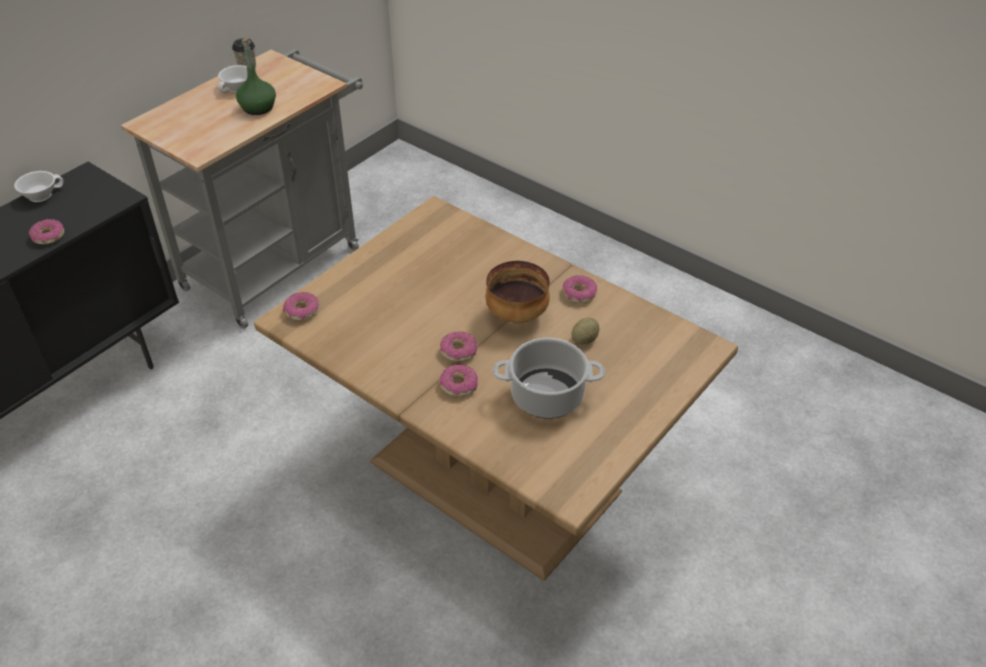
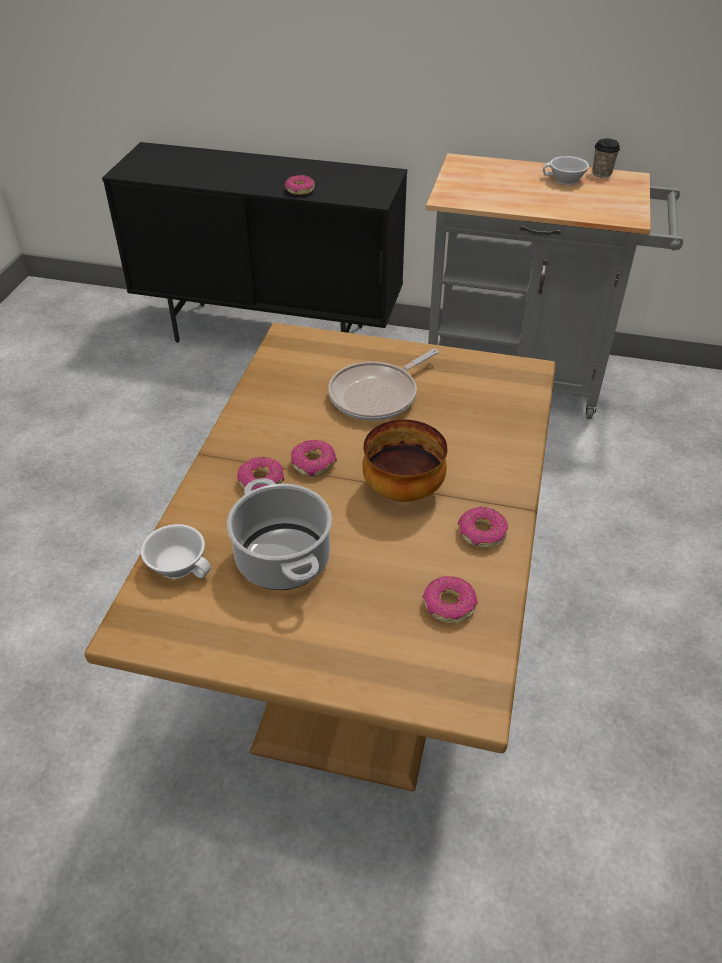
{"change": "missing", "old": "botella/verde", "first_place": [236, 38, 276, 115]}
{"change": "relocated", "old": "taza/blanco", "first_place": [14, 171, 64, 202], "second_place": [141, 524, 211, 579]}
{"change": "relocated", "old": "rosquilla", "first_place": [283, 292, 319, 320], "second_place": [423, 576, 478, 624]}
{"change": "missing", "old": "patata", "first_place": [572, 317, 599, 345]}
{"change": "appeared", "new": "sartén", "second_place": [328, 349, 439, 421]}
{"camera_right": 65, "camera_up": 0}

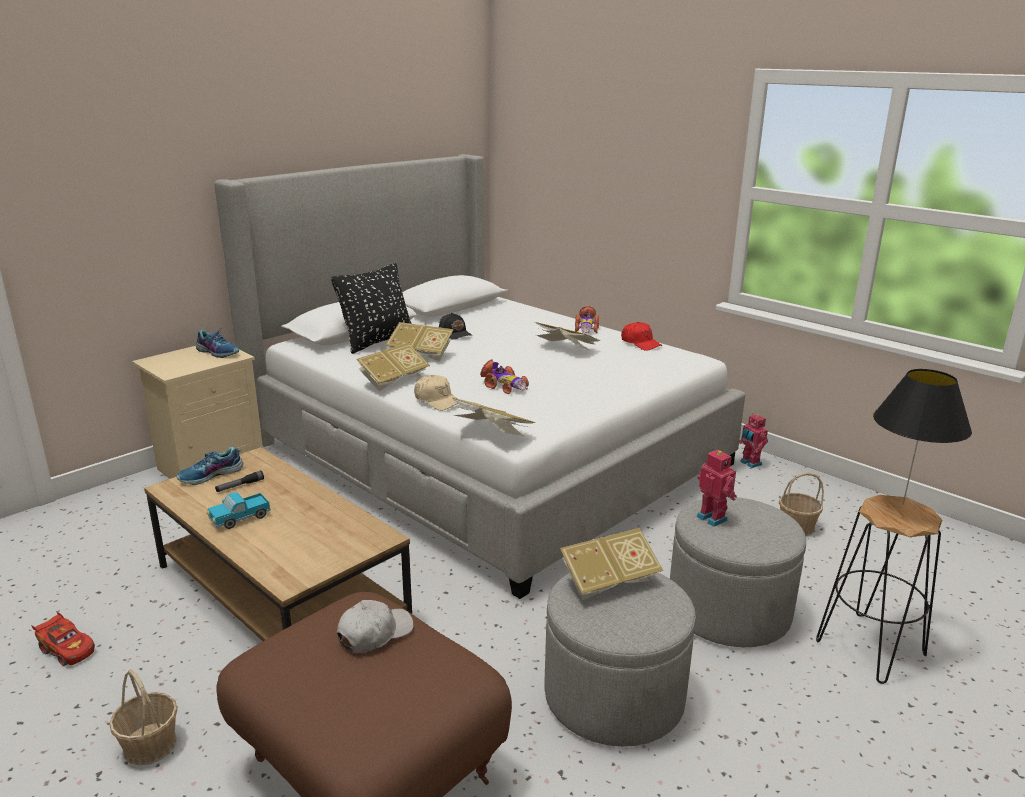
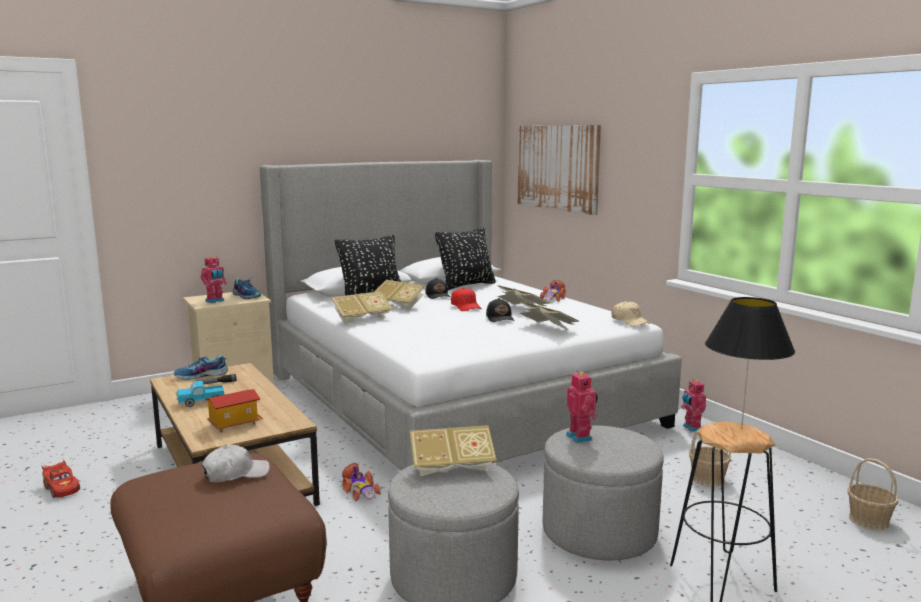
{"change": "relocated", "old": "gorra/rojo", "first_place": [621, 322, 662, 351], "second_place": [451, 288, 482, 311]}
{"change": "relocated", "old": "coche de juguete", "first_place": [480, 359, 529, 394], "second_place": [342, 463, 381, 501]}
{"change": "relocated", "old": "gorra/beis", "first_place": [414, 375, 458, 411], "second_place": [612, 301, 650, 327]}
{"change": "relocated", "old": "libro", "first_place": [452, 398, 535, 436], "second_place": [519, 301, 580, 331]}
{"change": "relocated", "old": "cesta", "first_place": [109, 669, 178, 765], "second_place": [847, 458, 898, 531]}
{"change": "appeared", "new": "cuadro", "second_place": [517, 125, 601, 215]}
{"change": "appeared", "new": "cojín/negro", "second_place": [435, 228, 496, 290]}
{"change": "appeared", "new": "robot de juguete", "second_place": [201, 256, 227, 303]}
{"change": "appeared", "new": "gorra/negro", "second_place": [486, 298, 515, 322]}
{"change": "appeared", "new": "casita", "second_place": [205, 389, 263, 433]}
{"camera_right": 15, "camera_up": -10}

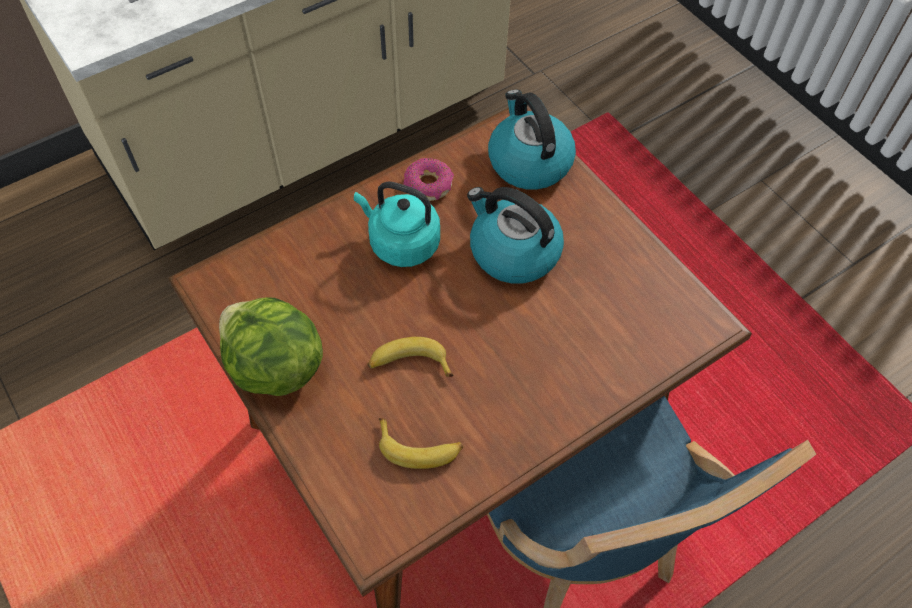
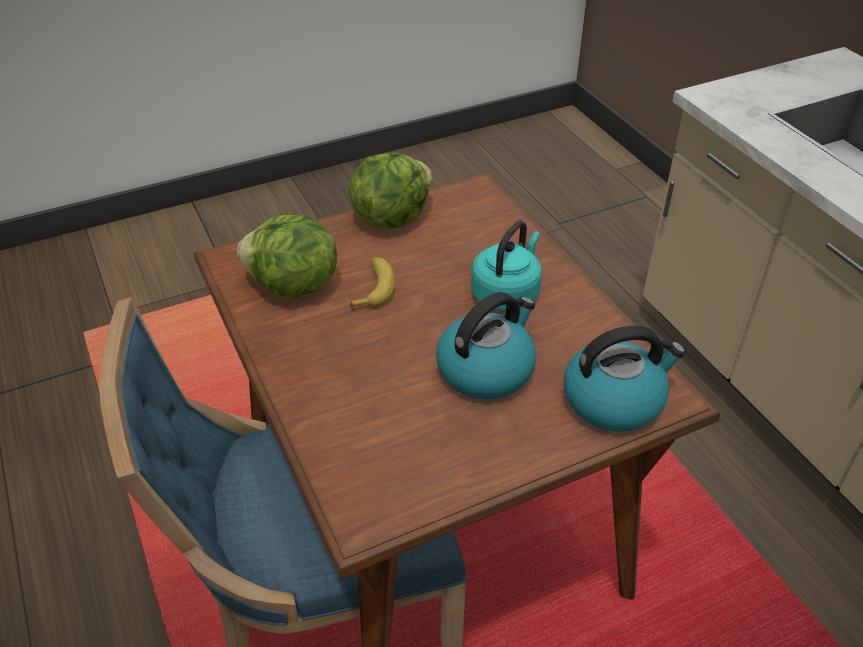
{"change": "missing", "old": "rosquilla", "first_place": [404, 158, 454, 201]}
{"change": "exchanged", "old": "plátano", "new": "lechuga", "first_place": [379, 418, 463, 469], "second_place": [237, 214, 337, 298]}
{"camera_right": 100, "camera_up": -15}

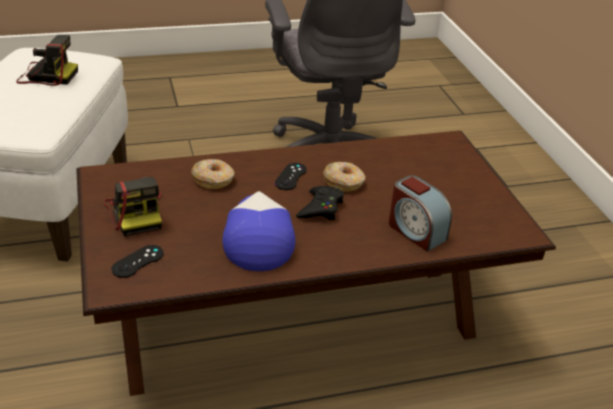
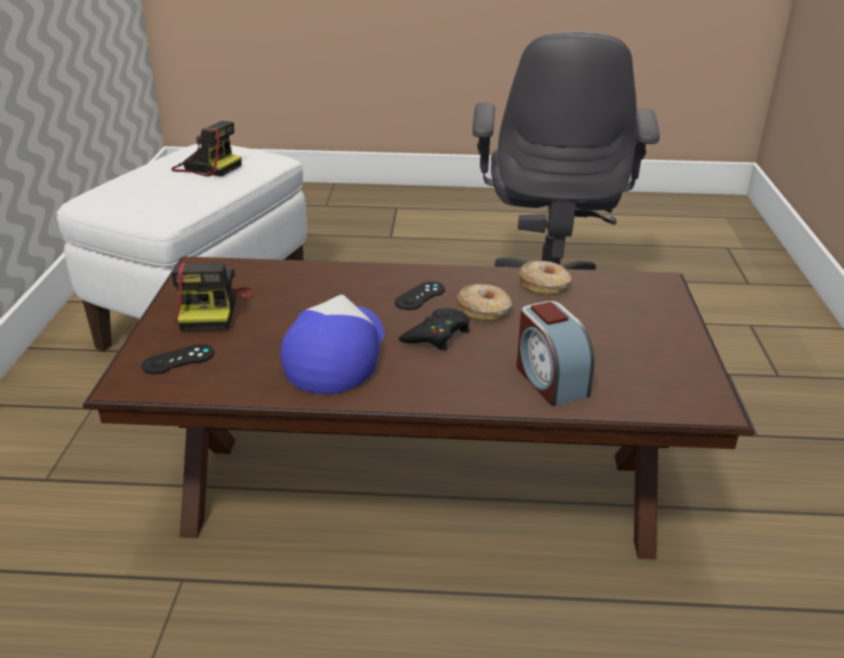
{"change": "relocated", "old": "rosquilla", "first_place": [191, 159, 235, 189], "second_place": [519, 261, 572, 296]}
{"camera_right": 20, "camera_up": -5}

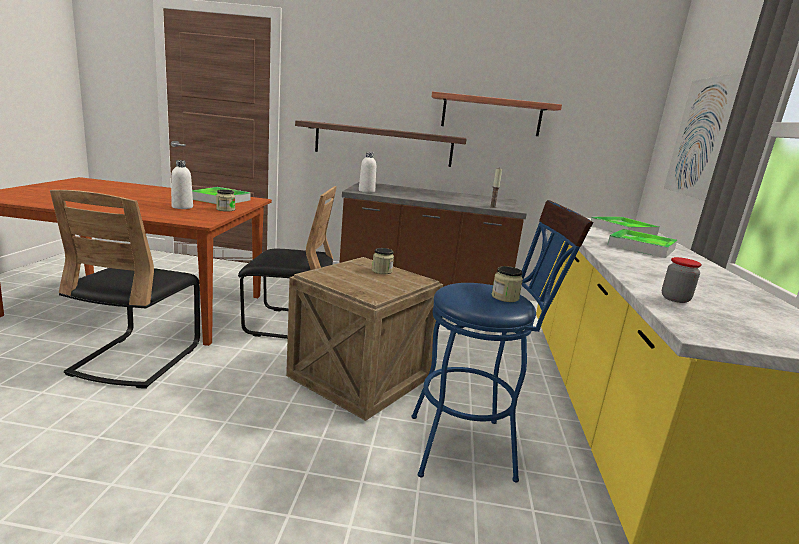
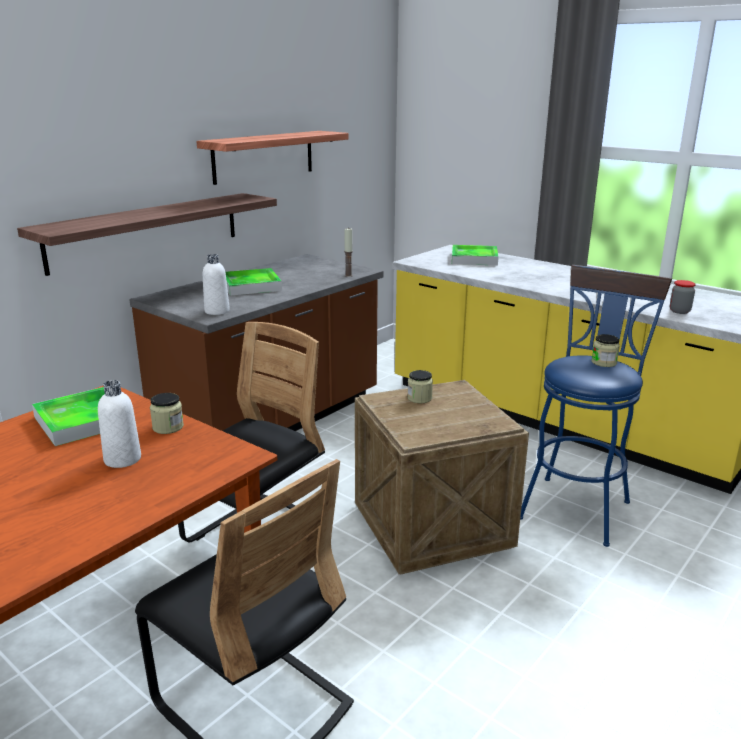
{"change": "missing", "old": "cuadro", "first_place": [664, 72, 743, 201]}
{"change": "relocated", "old": "bandeja", "first_place": [608, 229, 677, 258], "second_place": [226, 268, 282, 296]}
{"camera_right": -55, "camera_up": 5}

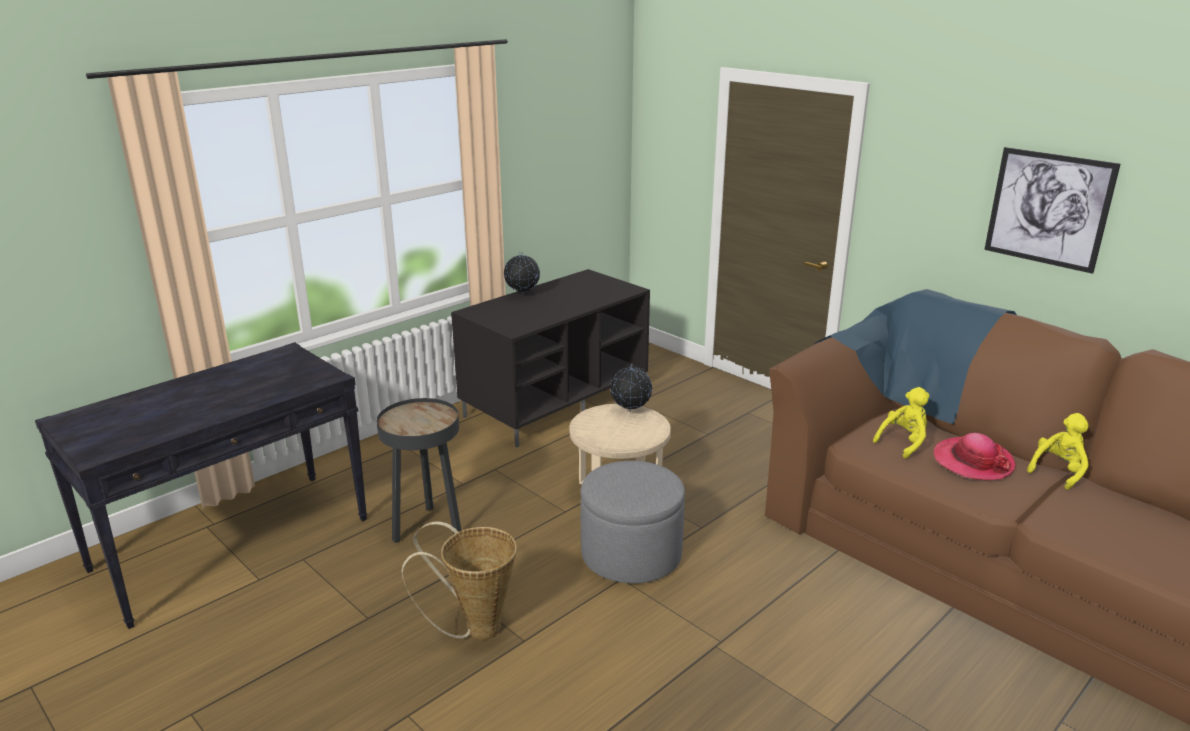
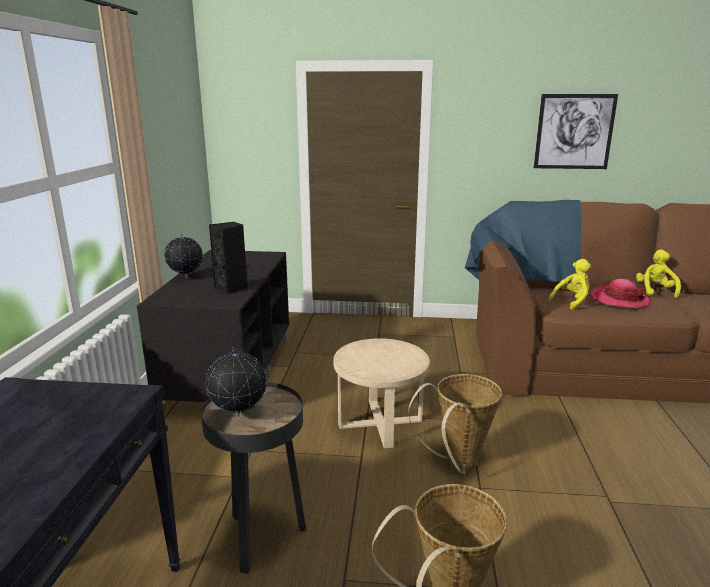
{"change": "relocated", "old": "globo terráqueo", "first_place": [610, 363, 652, 413], "second_place": [205, 347, 267, 417]}
{"change": "spun", "old": "peluche/amarillo", "first_place": [873, 387, 930, 459], "second_place": [548, 259, 591, 310], "degrees": 45}
{"change": "exchanged", "old": "puf/gris", "new": "cesta", "first_place": [581, 461, 685, 583], "second_place": [408, 374, 502, 474]}
{"change": "appeared", "new": "altavoz/negro", "second_place": [209, 222, 248, 295]}
{"camera_right": -40, "camera_up": -5}

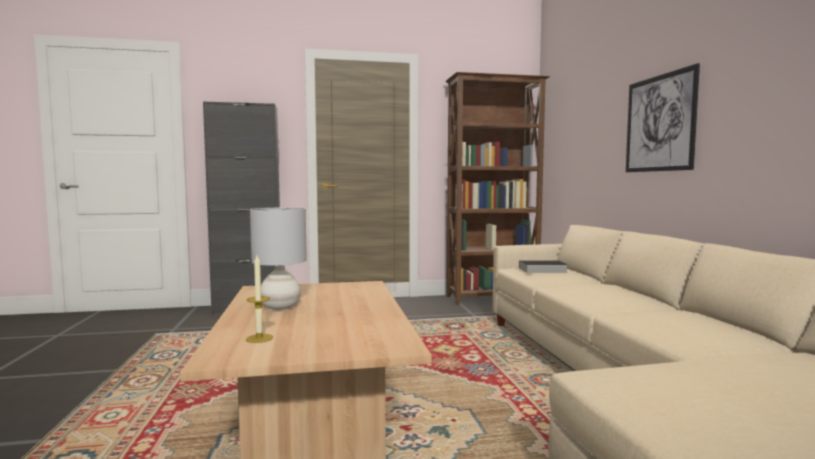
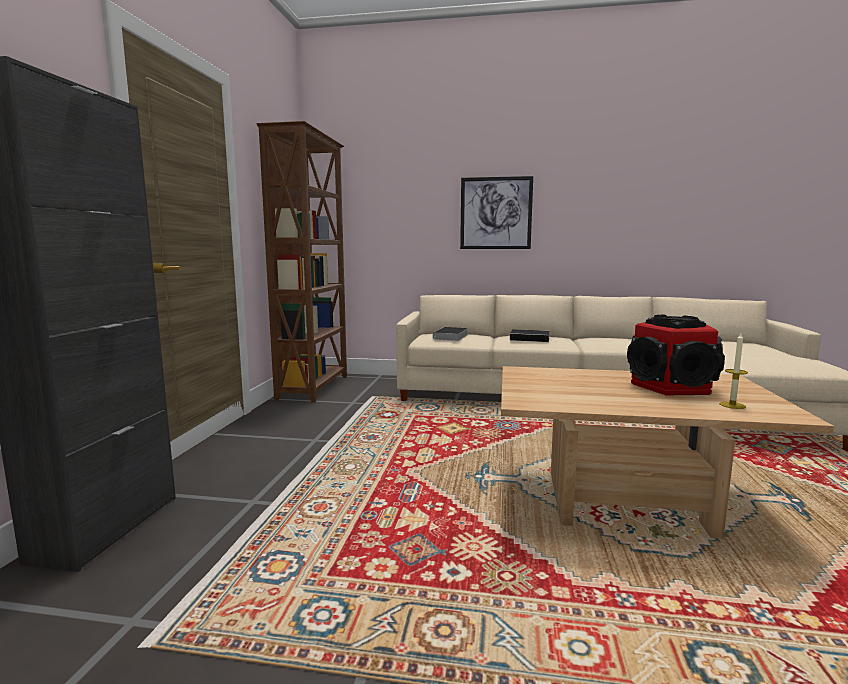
{"change": "missing", "old": "lámpara de mesa/gris", "first_place": [250, 208, 307, 310]}
{"change": "appeared", "new": "altavoz", "second_place": [627, 315, 725, 395]}
{"change": "appeared", "new": "libro", "second_place": [510, 329, 556, 342]}
{"camera_right": -70, "camera_up": 5}

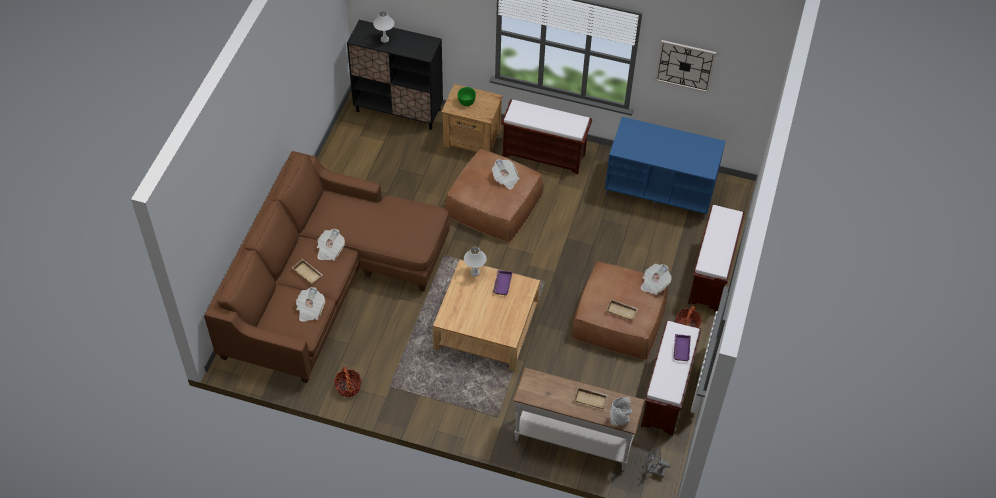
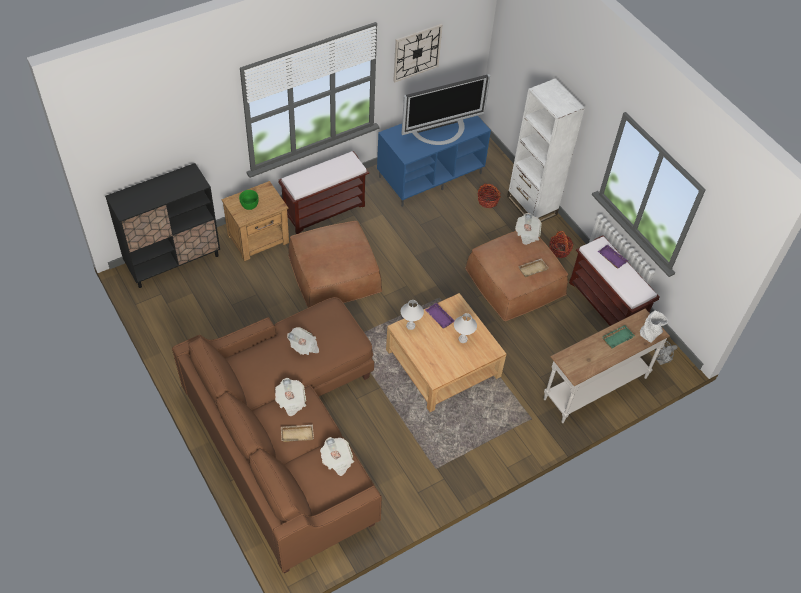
{"change": "relocated", "old": "lámpara de mesa/blanco", "first_place": [373, 11, 394, 43], "second_place": [454, 313, 477, 343]}
{"change": "relocated", "old": "periódico", "first_place": [492, 159, 520, 190], "second_place": [287, 327, 319, 355]}
{"change": "exchanged", "old": "banco/marrón", "new": "estantería/blanco", "first_place": [688, 205, 745, 311], "second_place": [507, 78, 585, 222]}
{"change": "relocated", "old": "cesta", "first_place": [334, 367, 362, 397], "second_place": [478, 183, 501, 208]}
{"change": "colour", "old": "bandeja/beis", "new": "bandeja/verde", "first_place": [574, 387, 608, 409], "second_place": [602, 325, 635, 349]}
{"change": "appeared", "new": "televisor", "second_place": [402, 74, 490, 145]}
{"camera_right": -50, "camera_up": 0}

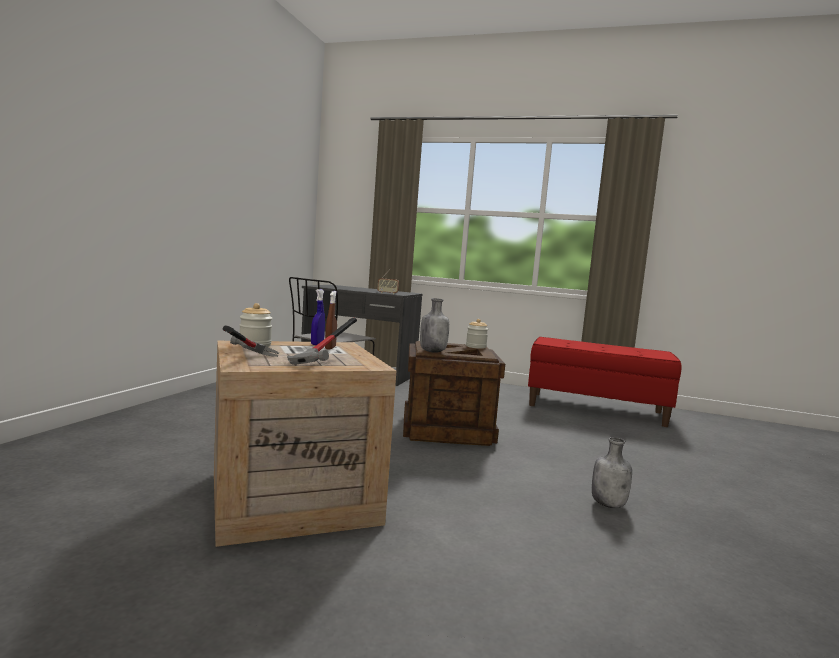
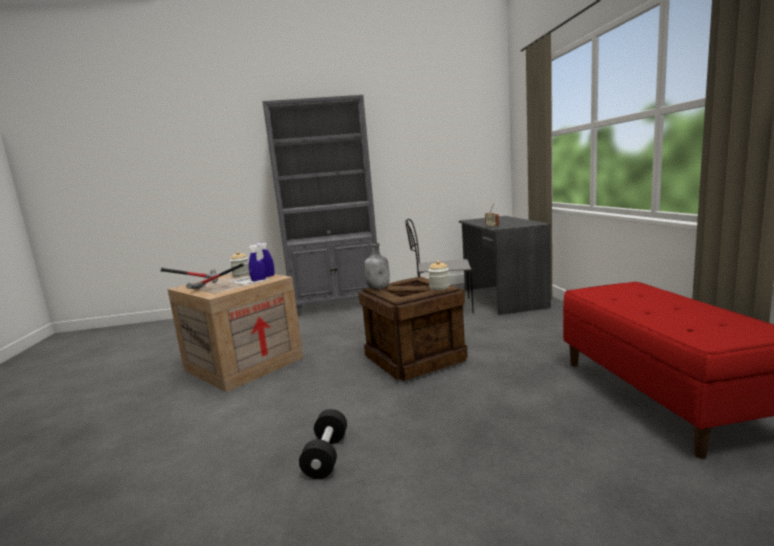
{"change": "colour", "old": "pulverizador/marrón", "new": "pulverizador/azul", "first_place": [325, 291, 337, 350], "second_place": [249, 244, 266, 281]}
{"change": "exchanged", "old": "botella/gris", "new": "mancuerna/negro", "first_place": [592, 437, 632, 508], "second_place": [299, 409, 347, 479]}
{"change": "appeared", "new": "estantería/gris", "second_place": [262, 95, 377, 316]}
{"camera_right": 65, "camera_up": 5}

